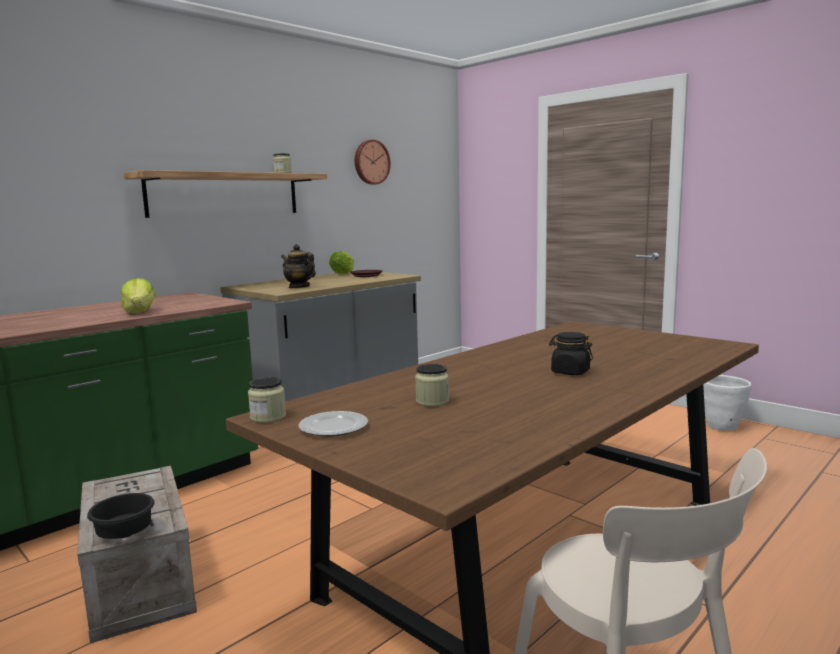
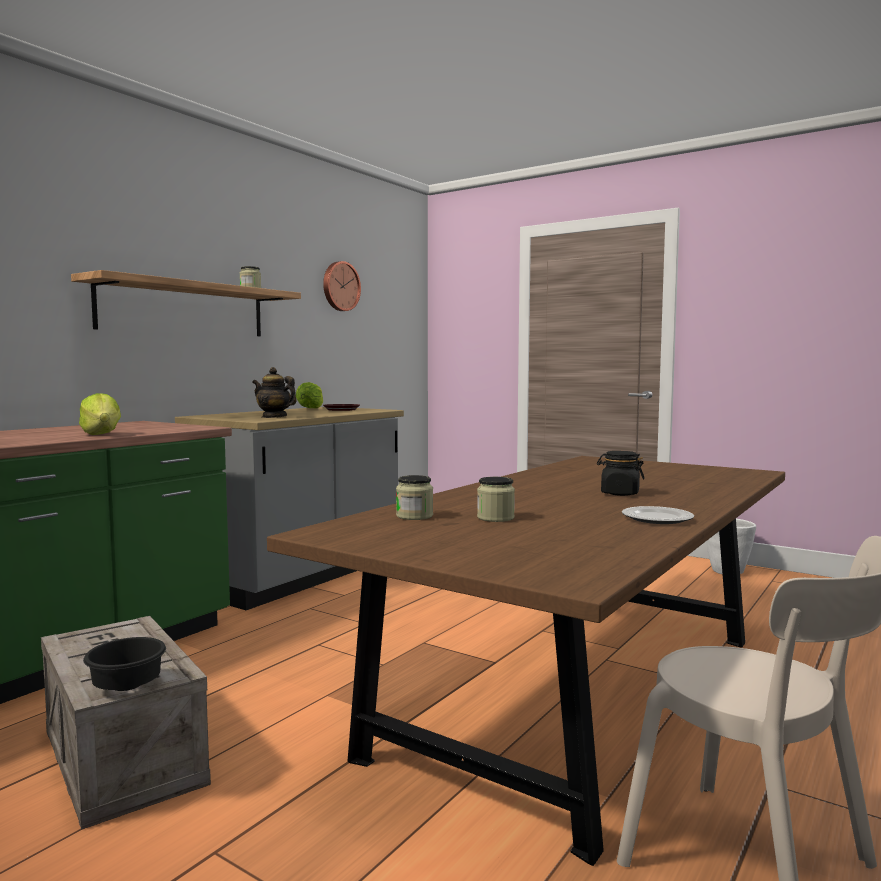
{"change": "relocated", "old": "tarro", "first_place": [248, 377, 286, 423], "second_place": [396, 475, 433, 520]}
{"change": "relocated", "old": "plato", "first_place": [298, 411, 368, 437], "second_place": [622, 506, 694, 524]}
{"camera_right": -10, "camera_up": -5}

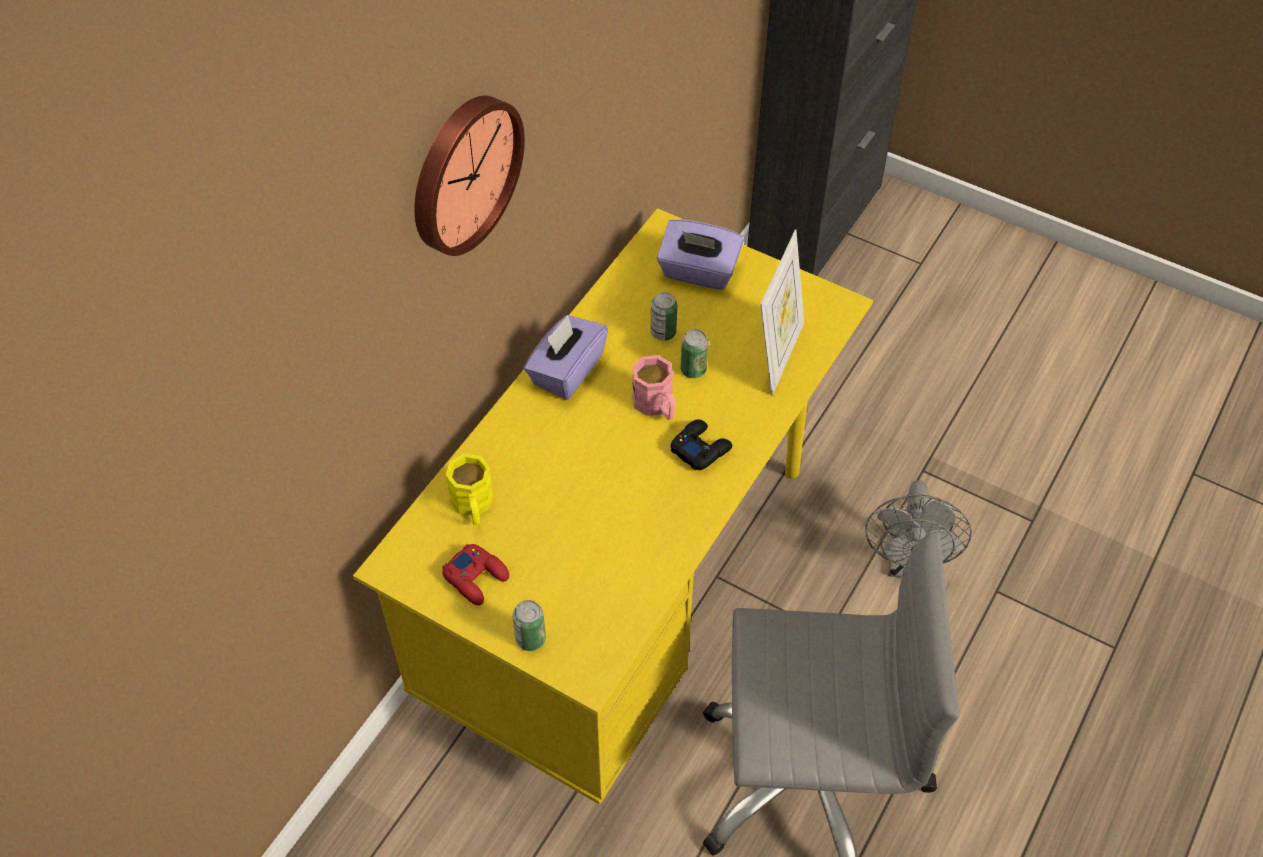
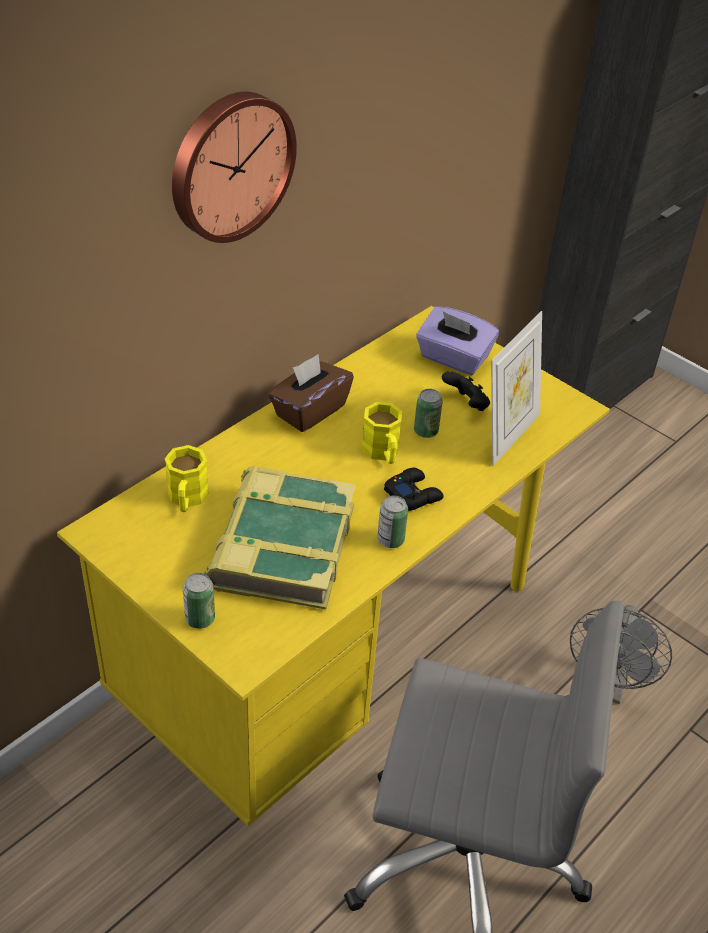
{"change": "relocated", "old": "lata", "first_place": [651, 292, 677, 341], "second_place": [377, 495, 408, 548]}
{"change": "colour", "old": "caja de pañuelos/morado", "new": "caja de pañuelos/marrón", "first_place": [524, 315, 608, 400], "second_place": [268, 354, 354, 432]}
{"change": "colour", "old": "taza grande/rosa", "new": "taza grande/amarillo", "first_place": [632, 355, 675, 420], "second_place": [362, 402, 402, 464]}
{"change": "missing", "old": "mando de consola/rojo", "first_place": [442, 543, 509, 605]}
{"change": "appeared", "new": "mando de consola/negro", "second_place": [442, 371, 490, 411]}
{"change": "appeared", "new": "libro", "second_place": [204, 466, 356, 610]}
{"camera_right": 10, "camera_up": -10}

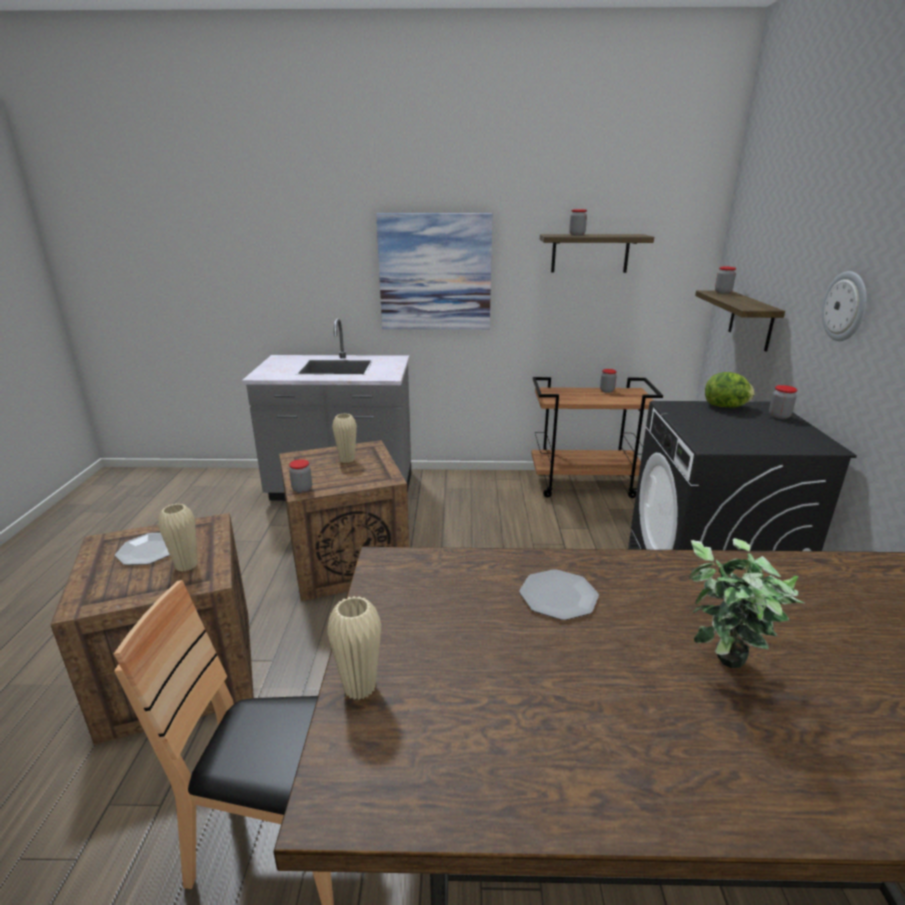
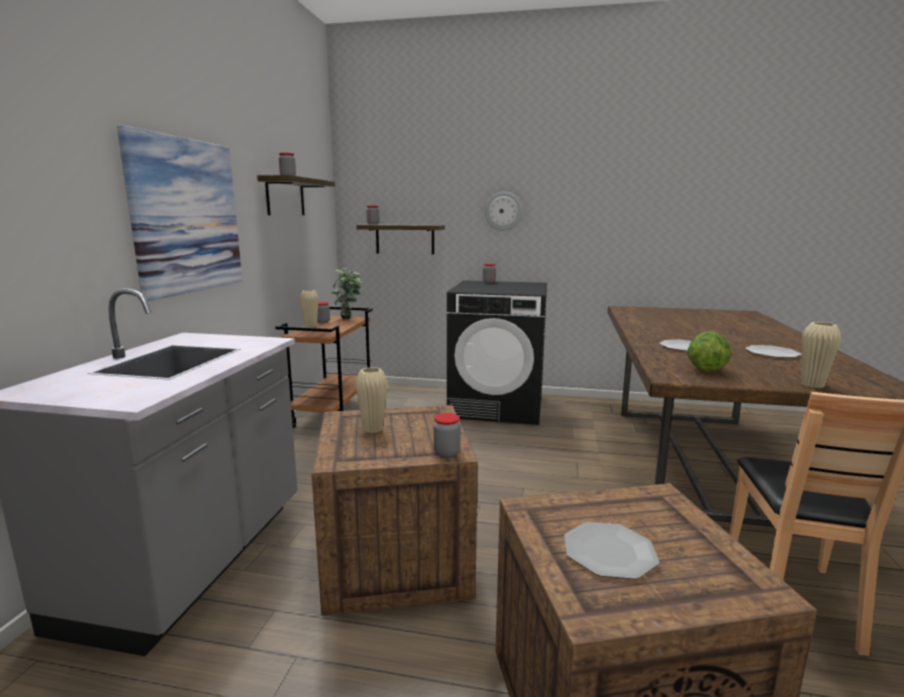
{"change": "relocated", "old": "lechuga", "first_place": [705, 372, 755, 408], "second_place": [687, 331, 731, 372]}
{"change": "relocated", "old": "florero/beis", "first_place": [158, 504, 197, 572], "second_place": [300, 290, 319, 328]}
{"change": "relocated", "old": "planta en maceta", "first_place": [689, 538, 804, 668], "second_place": [331, 268, 362, 319]}
{"change": "appeared", "new": "plato", "second_place": [745, 345, 802, 358]}
{"camera_right": -80, "camera_up": -10}

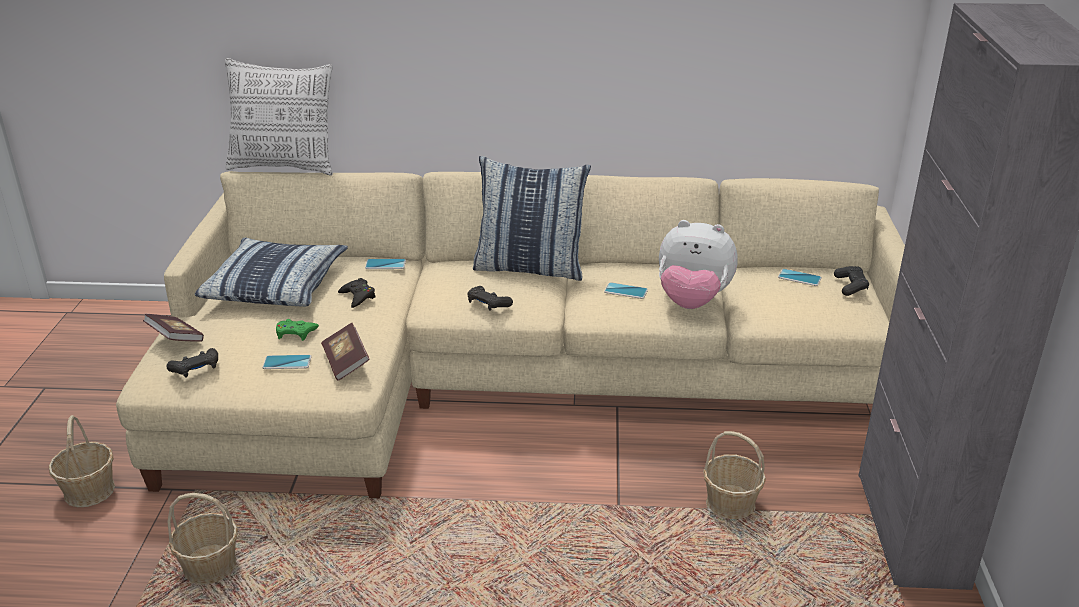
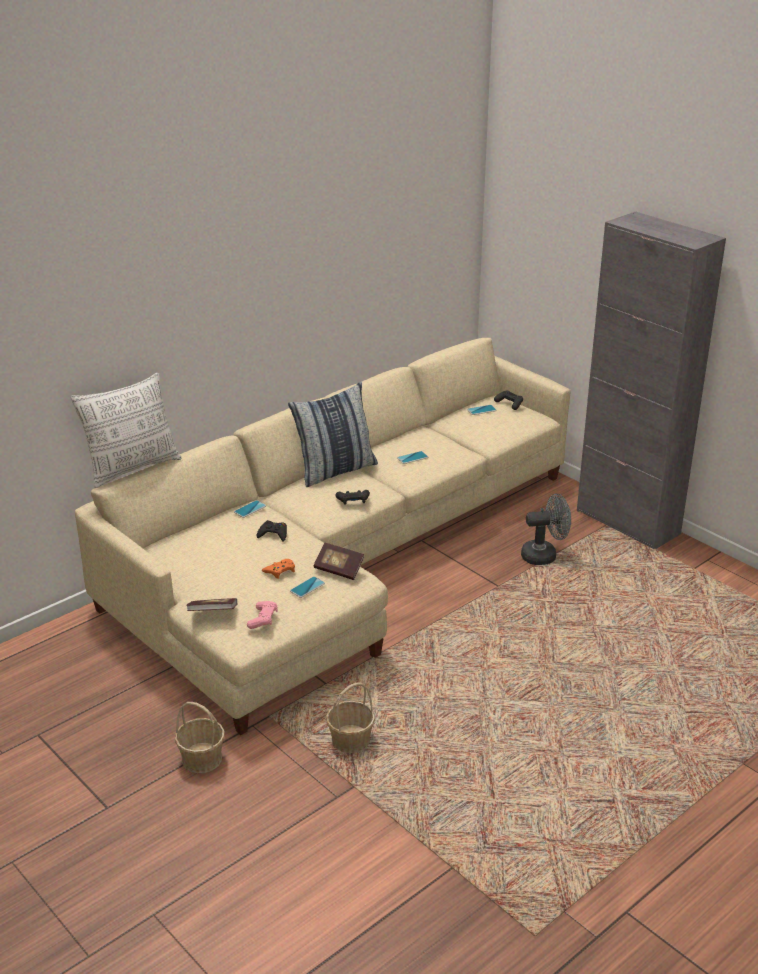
{"change": "missing", "old": "peluche", "first_place": [659, 220, 738, 309]}
{"change": "missing", "old": "cojín", "first_place": [195, 238, 348, 307]}
{"change": "colour", "old": "mando de consola/verde", "new": "mando de consola/naranja", "first_place": [276, 319, 319, 341], "second_place": [262, 559, 295, 579]}
{"change": "colour", "old": "mando de consola/negro", "new": "mando de consola/rosa", "first_place": [166, 348, 218, 377], "second_place": [247, 601, 278, 629]}
{"change": "exchanged", "old": "cesta", "new": "ventilador/gris", "first_place": [703, 431, 766, 519], "second_place": [521, 494, 571, 565]}
{"camera_right": -45, "camera_up": 0}

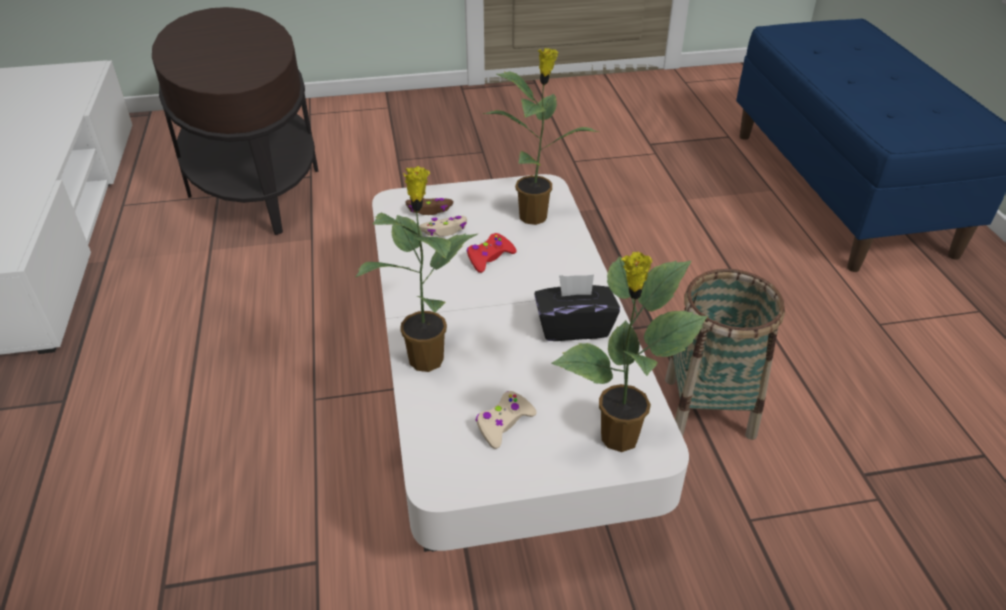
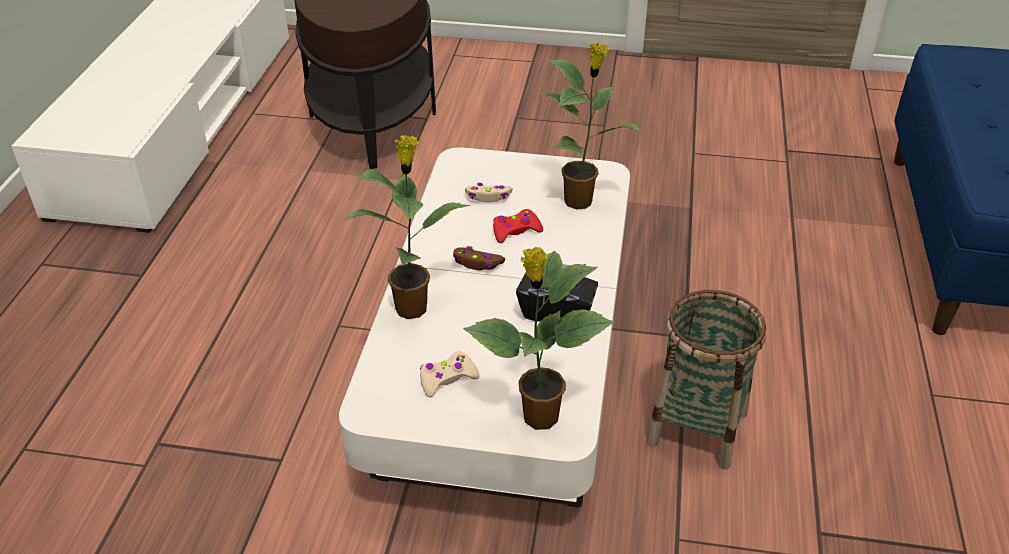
{"change": "relocated", "old": "mando de consola/marrón", "first_place": [406, 198, 453, 215], "second_place": [453, 246, 505, 271]}
{"camera_right": 20, "camera_up": 0}

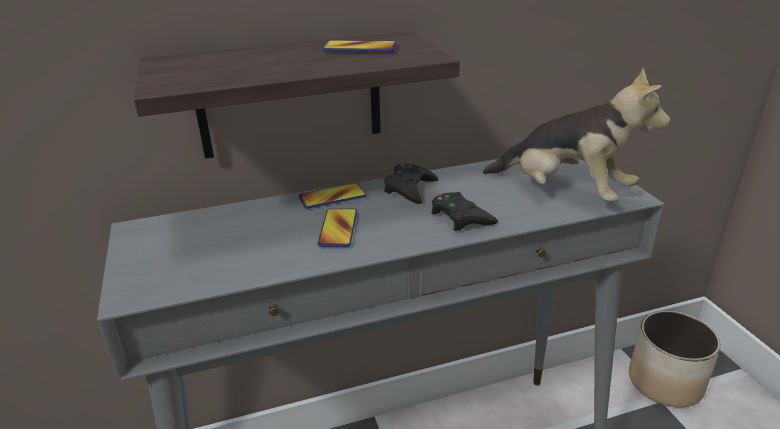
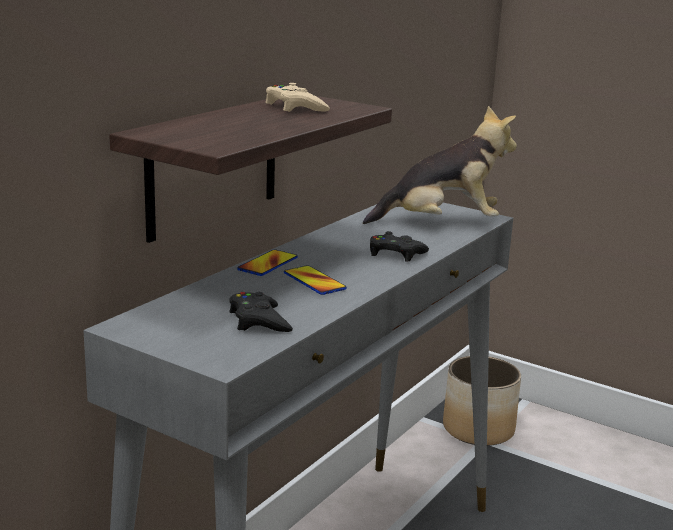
{"change": "exchanged", "old": "móvil", "new": "mando de consola/beis", "first_place": [322, 40, 397, 52], "second_place": [265, 83, 330, 112]}
{"change": "relocated", "old": "mando de consola/negro", "first_place": [384, 163, 438, 204], "second_place": [229, 292, 293, 332]}
{"camera_right": -40, "camera_up": -10}

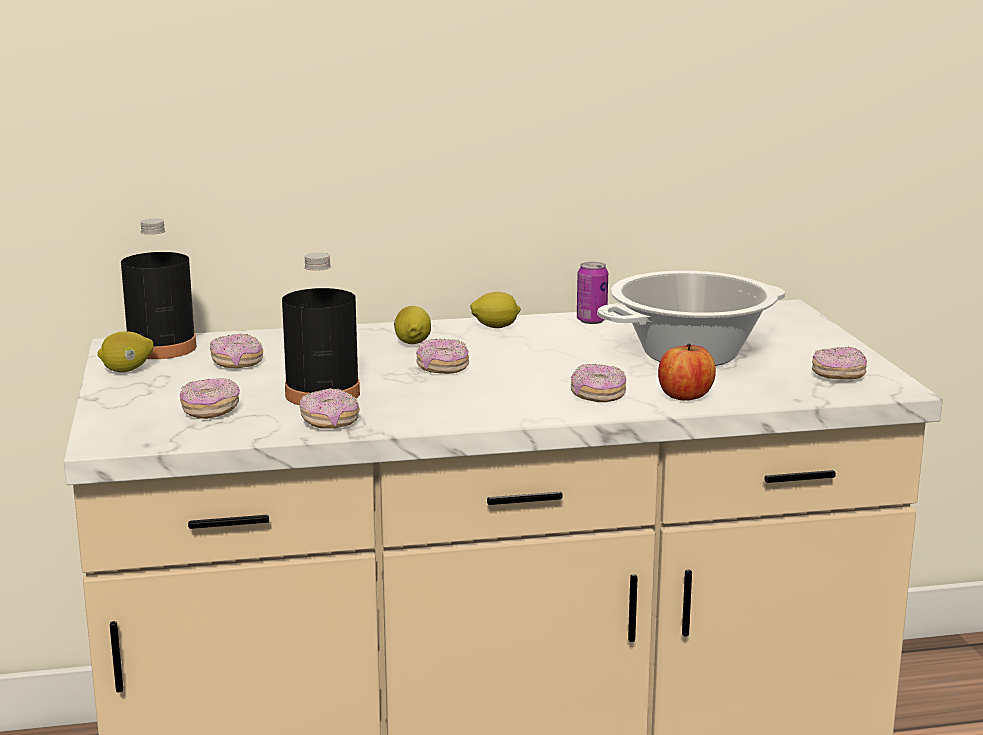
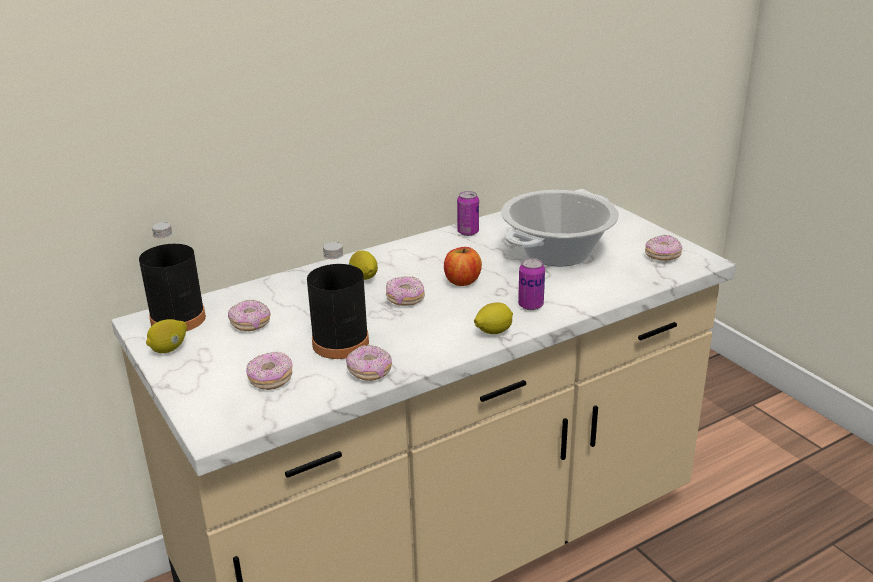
{"change": "relocated", "old": "limón", "first_place": [471, 292, 521, 328], "second_place": [474, 302, 513, 334]}
{"change": "relocated", "old": "manzana", "first_place": [658, 344, 716, 401], "second_place": [444, 247, 482, 286]}
{"change": "exchanged", "old": "rosquilla", "new": "lata", "first_place": [571, 364, 626, 402], "second_place": [518, 258, 545, 310]}
{"camera_right": -20, "camera_up": 10}

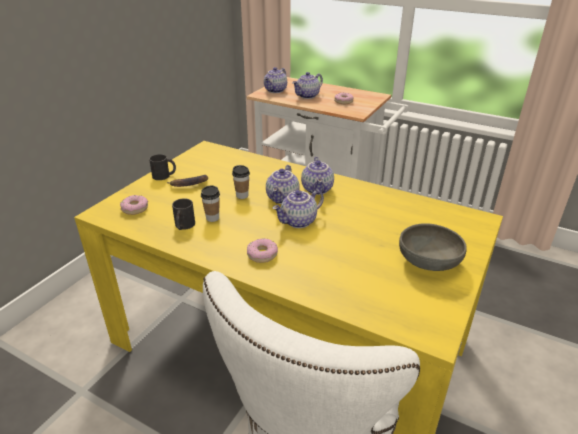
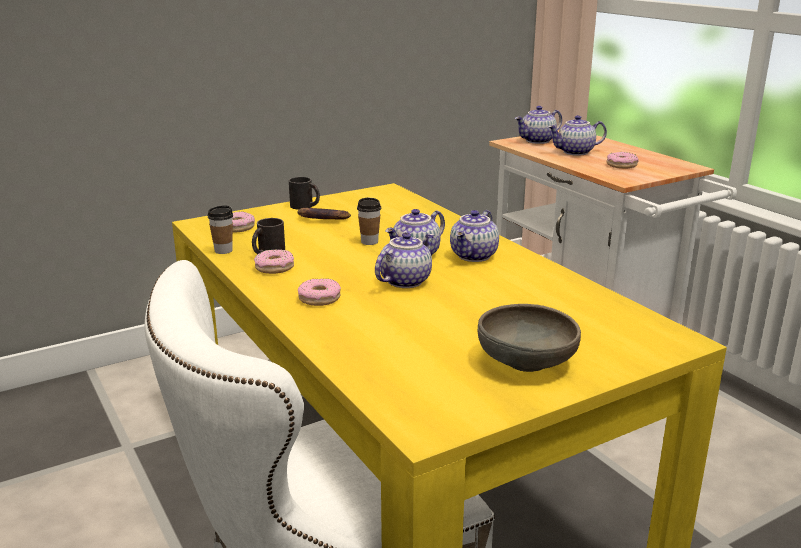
{"change": "relocated", "old": "taza", "first_place": [201, 185, 220, 222], "second_place": [207, 205, 233, 254]}
{"change": "spun", "old": "tetera", "first_place": [272, 189, 324, 228], "second_place": [375, 232, 434, 288], "degrees": 135}
{"change": "appeared", "new": "rosquilla", "second_place": [254, 249, 294, 274]}
{"camera_right": 30, "camera_up": -10}

